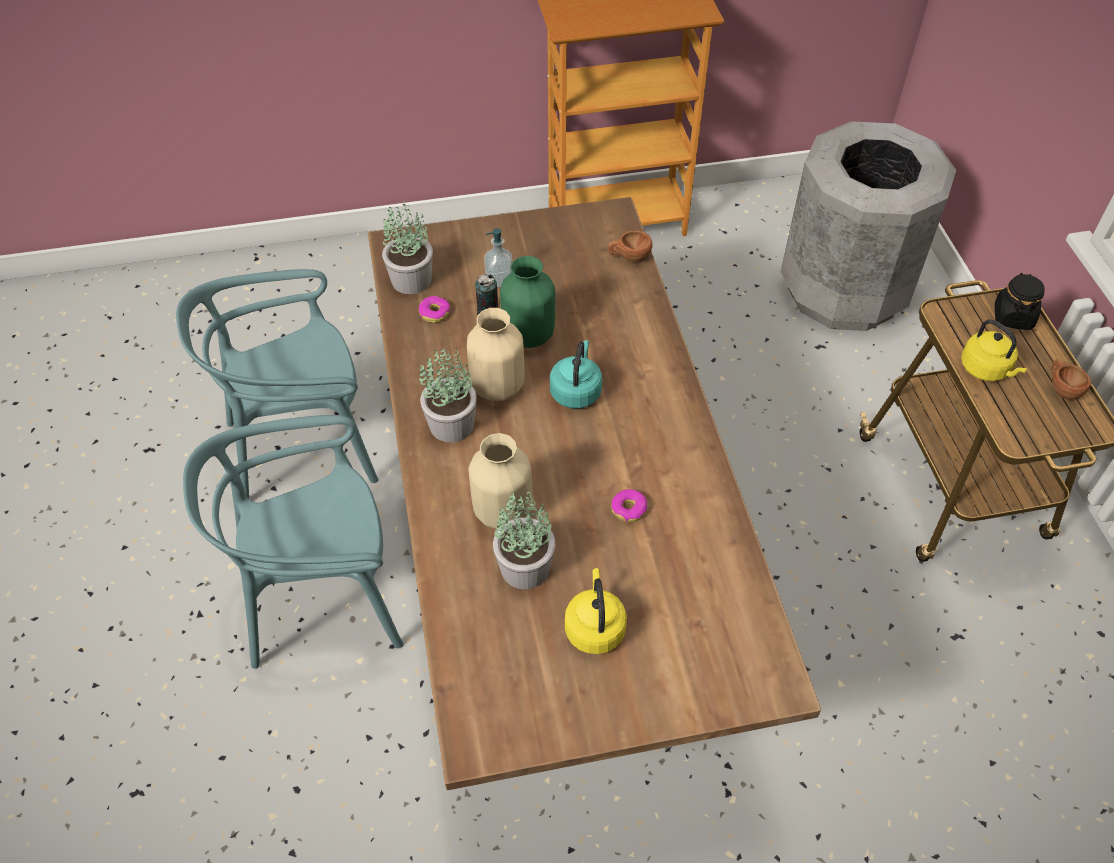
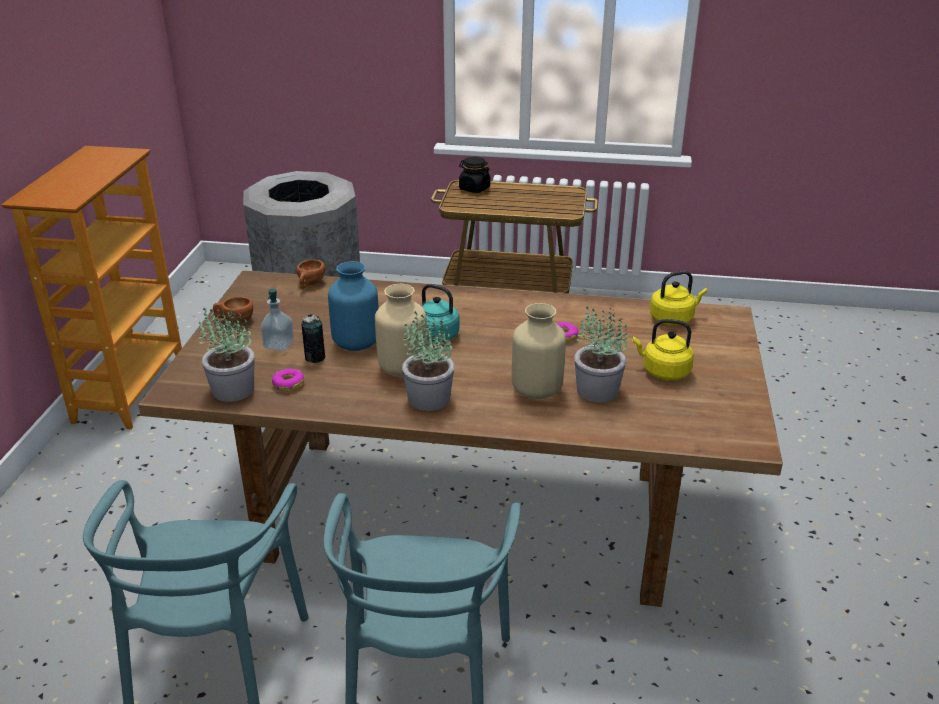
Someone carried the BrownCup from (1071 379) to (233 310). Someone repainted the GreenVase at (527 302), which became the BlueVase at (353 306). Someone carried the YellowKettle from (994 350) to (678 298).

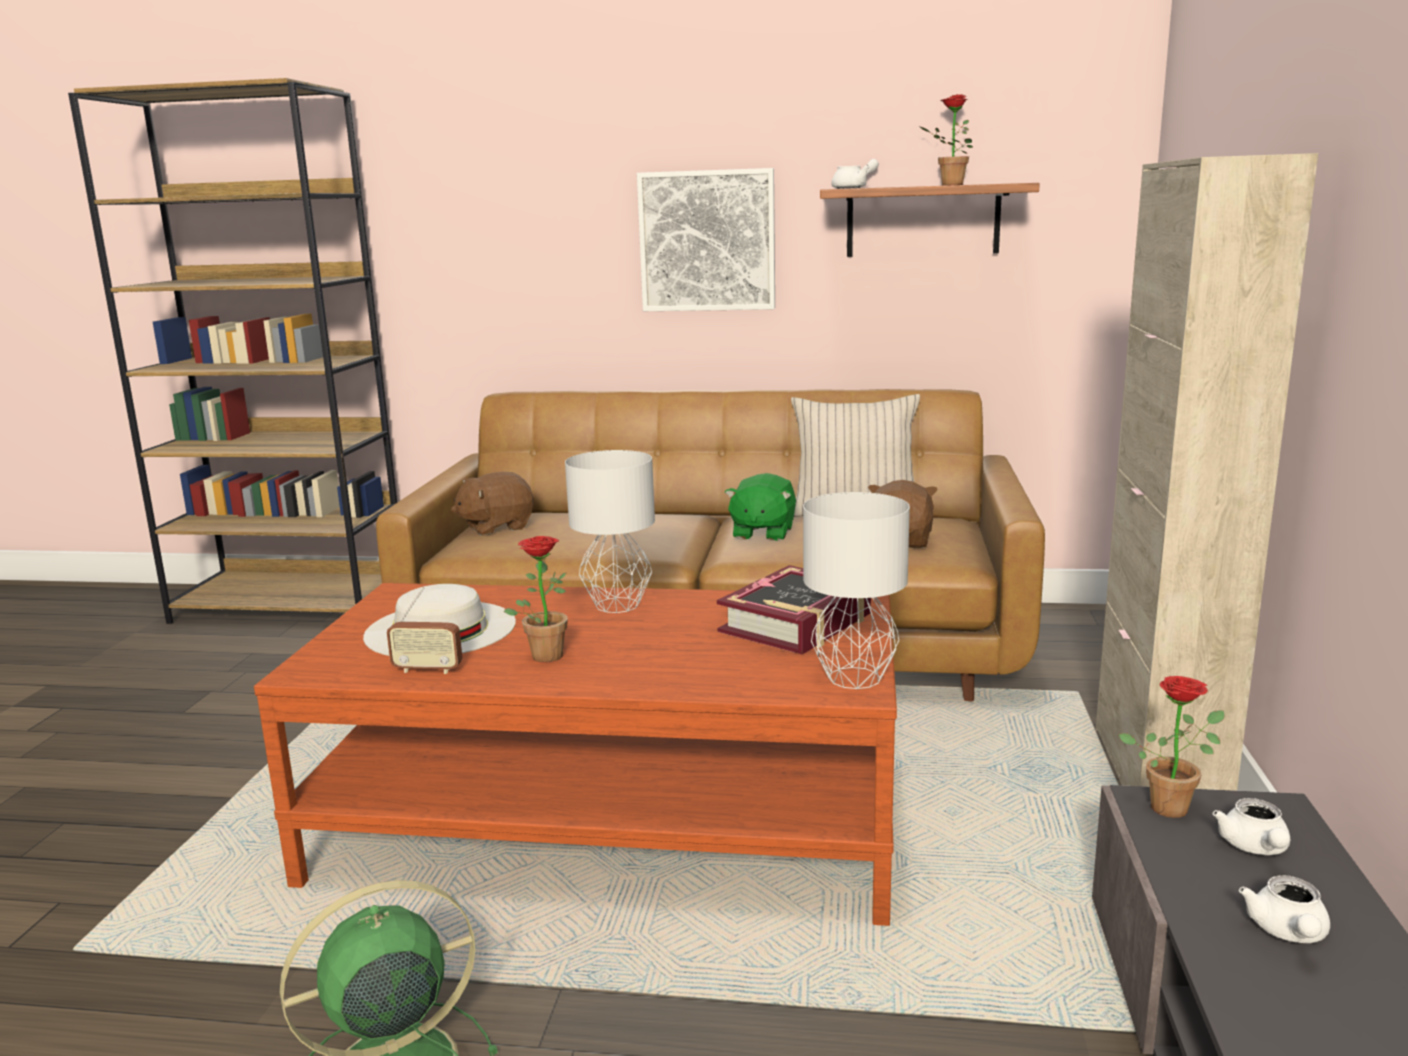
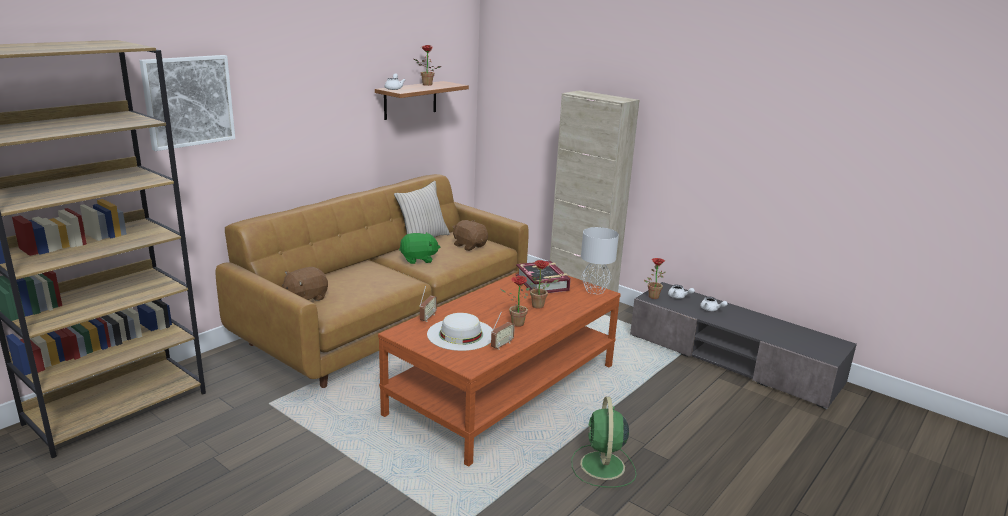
Someone carried the Picture from (706 239) to (187 103). Someone rotated the BrownPlushToy at (492 504) by 45 degrees clockwise. Someone rotated the GreenPlushToy at (760 507) by 60 degrees counterclockwise. Someone put down the Radio at (428 304). Someone put down the PottedPlant at (544 284). Someone took away the GreyTableLamp at (610 531).

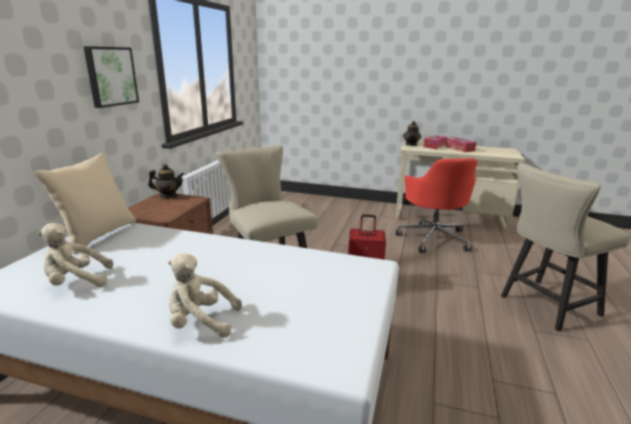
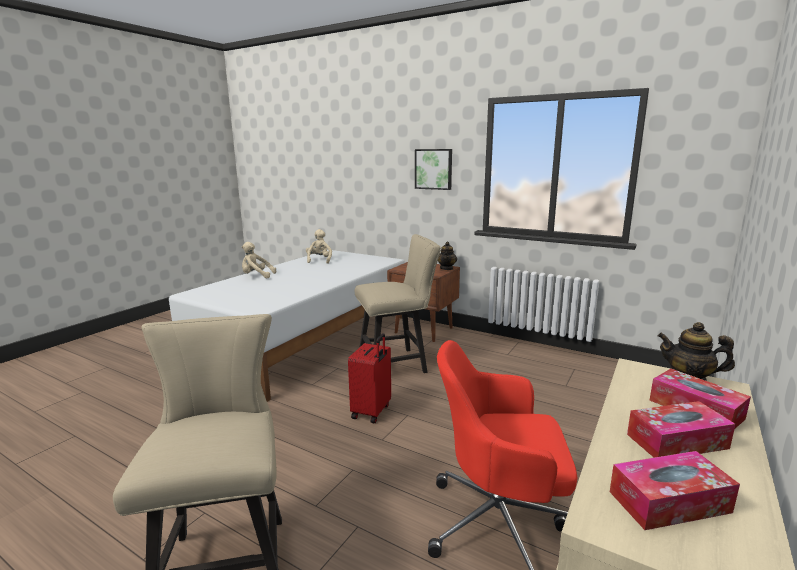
Someone rotated the BeigePlushToy at (205 295) by 105 degrees counterclockwise. Someone put down the TissueBox at (675 490). Someone took away the BeigePillow at (85 203).

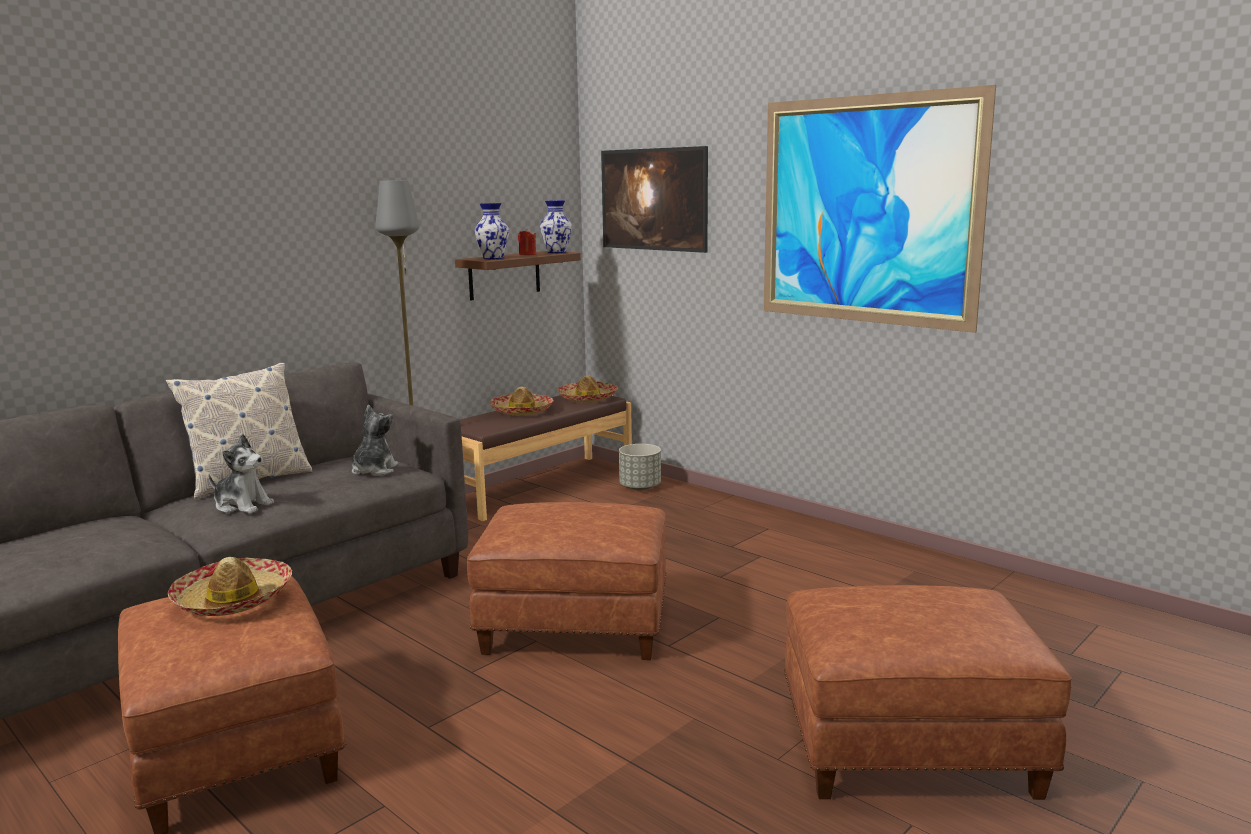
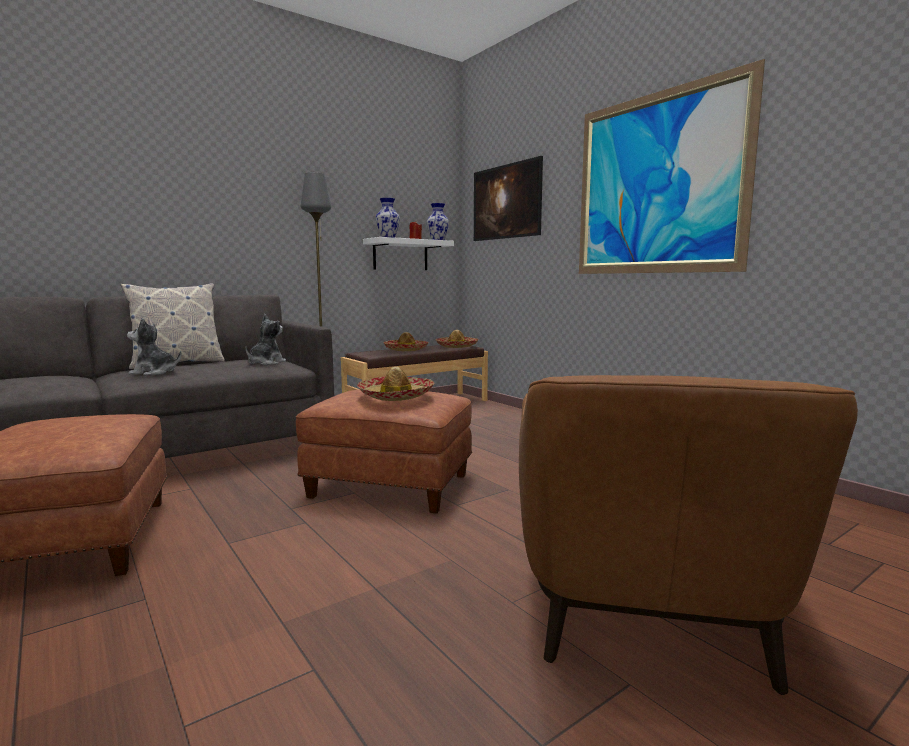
Someone rotated the PlushToy at (241 473) by 150 degrees clockwise. Someone carried the Hat from (230 586) to (395 384). Someone repainted the BrownShelf at (518 276), which became the WhiteShelf at (408 253). Someone swapped the BrownOttoman at (928 692) for the BrownArmchair at (688 535). Someone took away the GreyPlanter at (640 467).

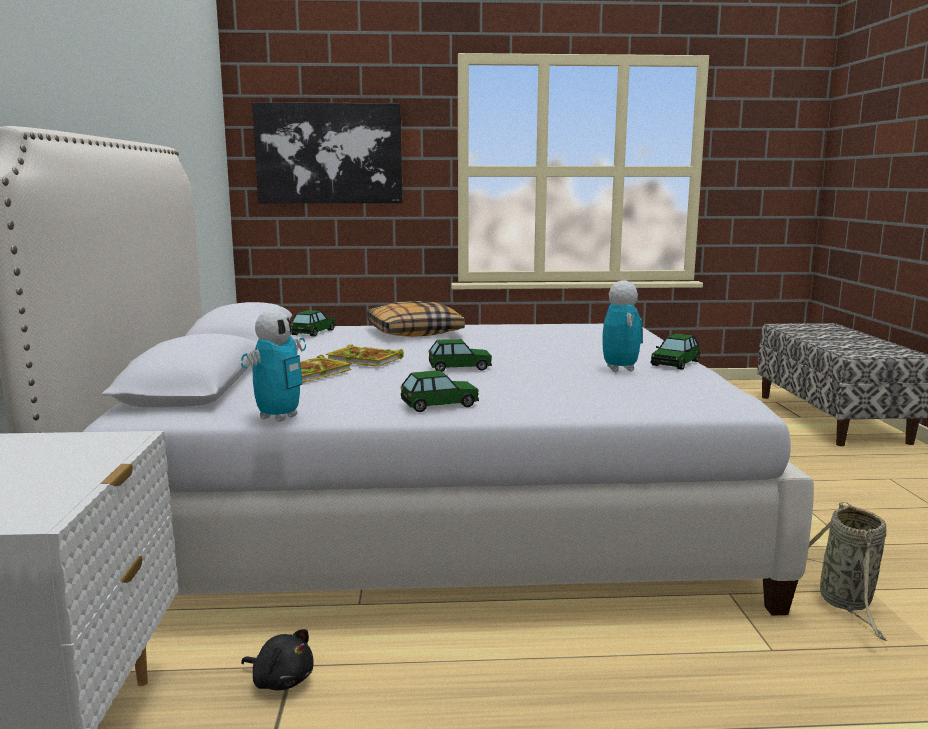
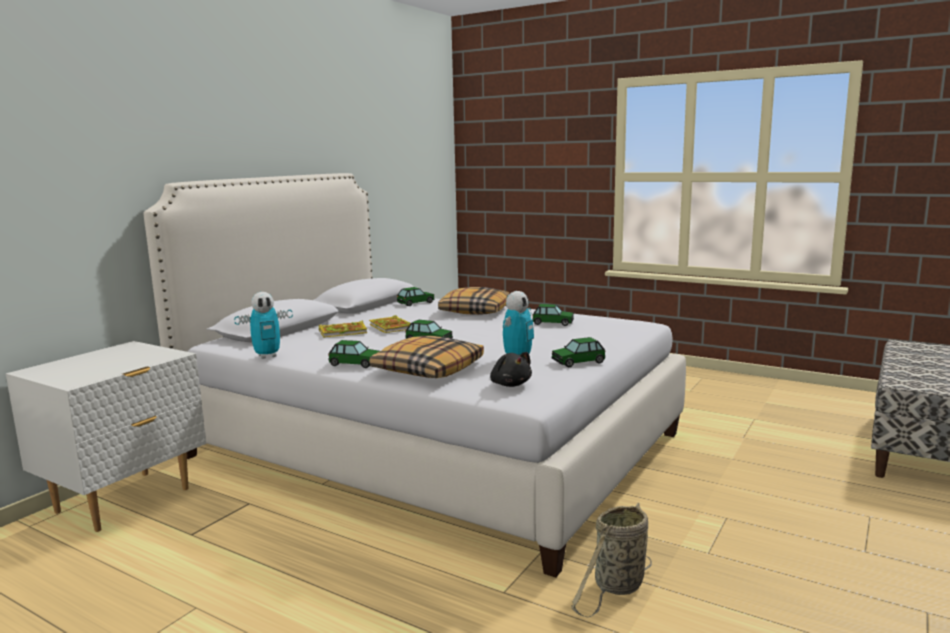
Someone put down the Pillow at (426 357). Someone carried the BlackPlushToy from (277 659) to (511 369). Someone put down the ToyCar at (553 315). Someone took away the Picture at (327 153).

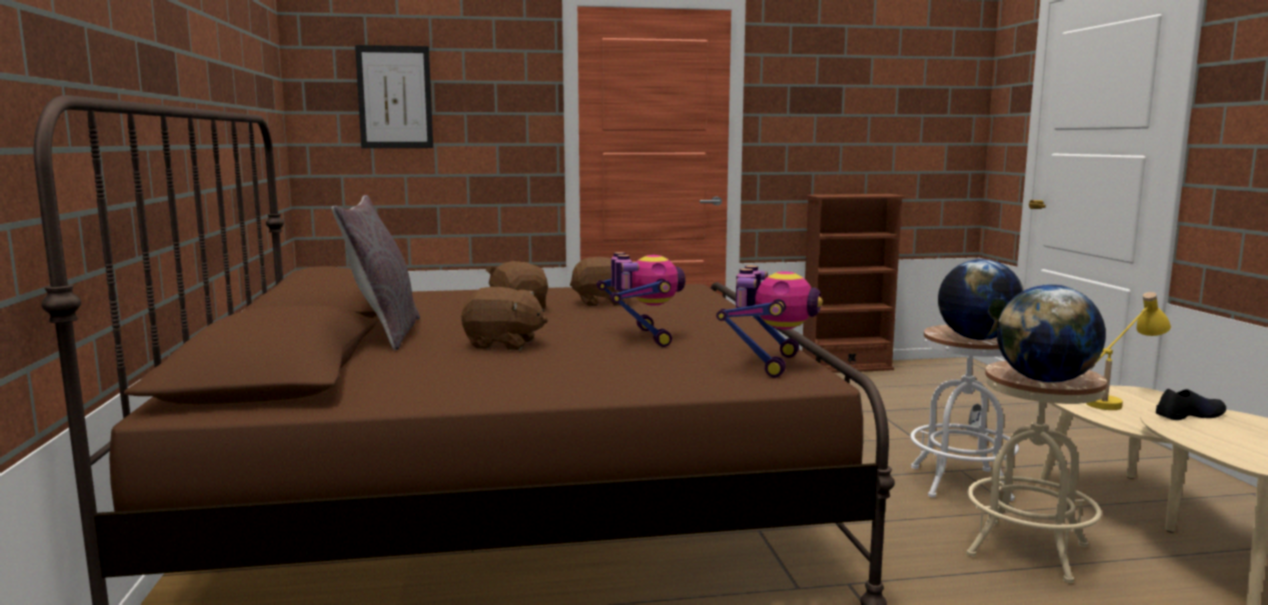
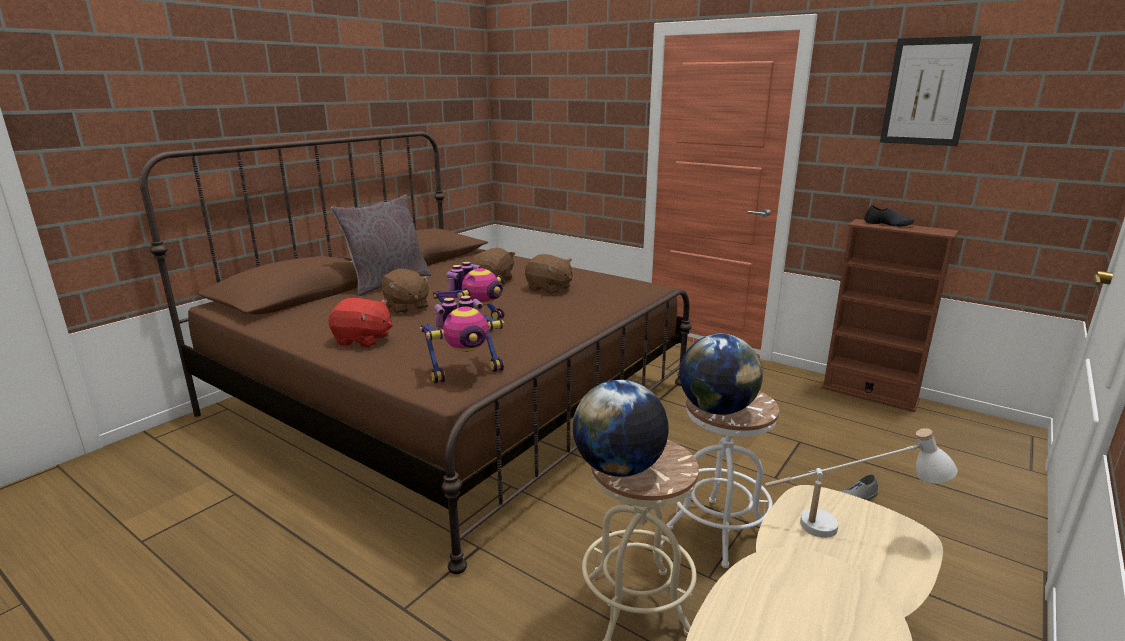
Someone put down the RedPlushToy at (361 323). Someone repainted the YellowTableLamp at (1128 351), which became the WhiteTableLamp at (861 483). Someone carried the BlackShoe from (1191 404) to (889 216). Someone carried the Picture from (394 96) to (930 91).

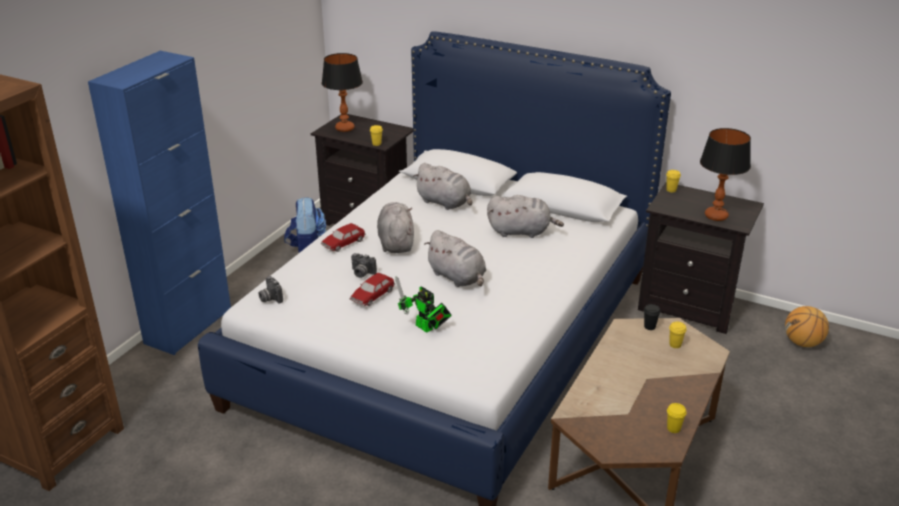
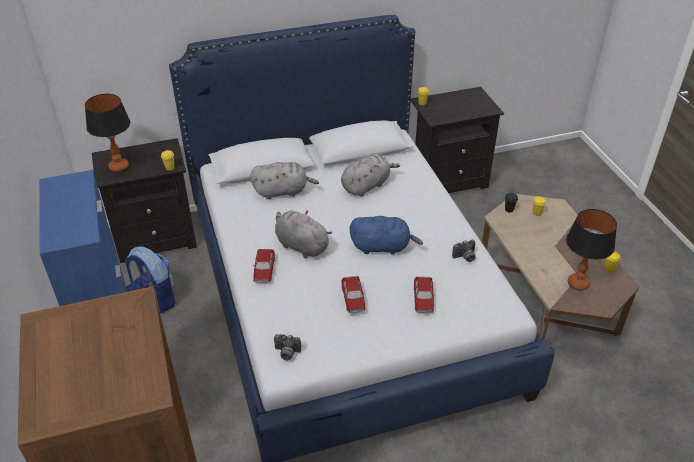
Someone repainted the GreyPlushToy at (455 258), which became the BluePlushToy at (386 235). Someone swapped the ToyRobot at (423 304) for the ToyCar at (424 295). Someone carried the PhotoCamera from (364 265) to (464 251). Someone carried the TableLamp from (725 174) to (591 250). Someone took away the Basketball at (807 326).

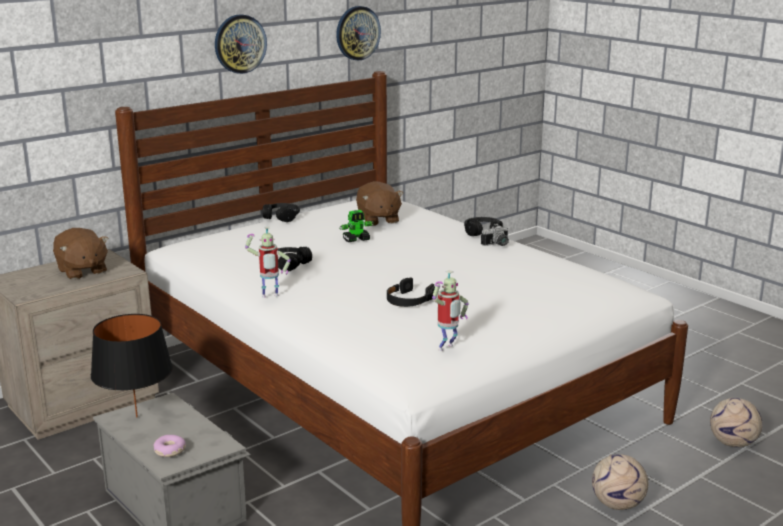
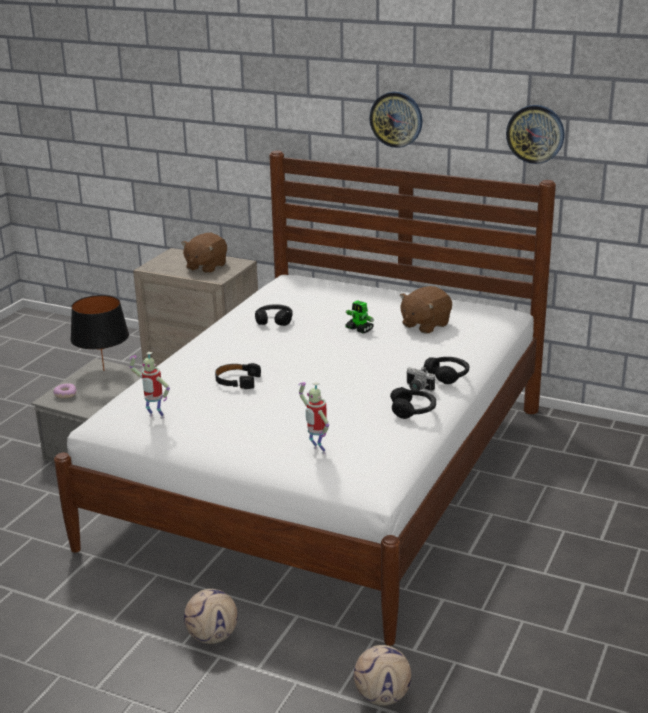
Someone carried the ToyRobot from (268 262) to (313 418). Someone carried the BlackHeadphones from (281 212) to (413 403).

